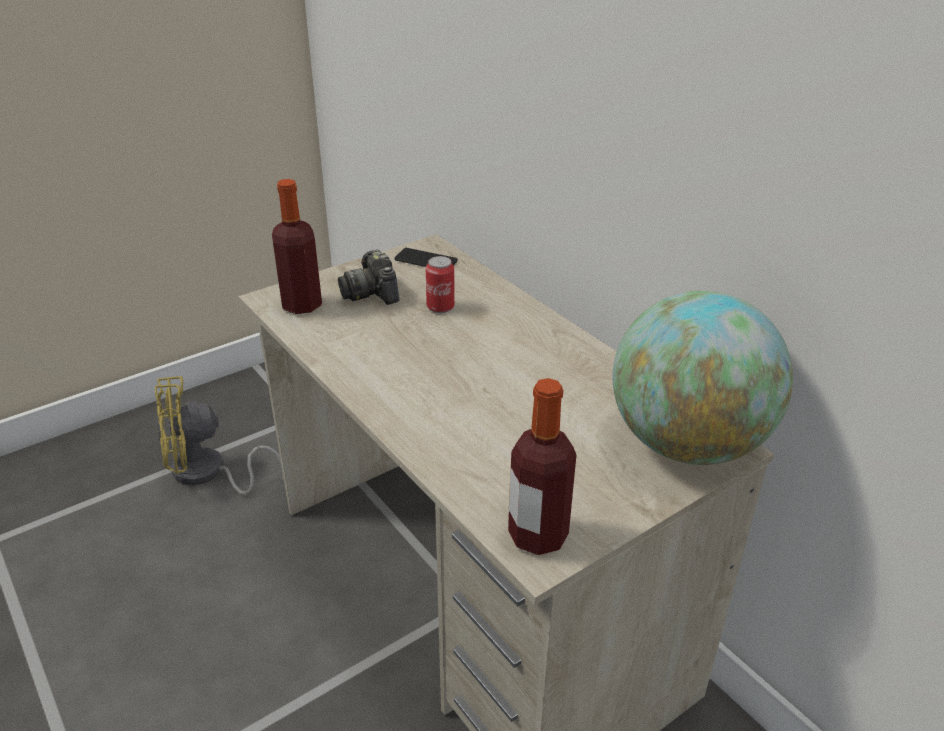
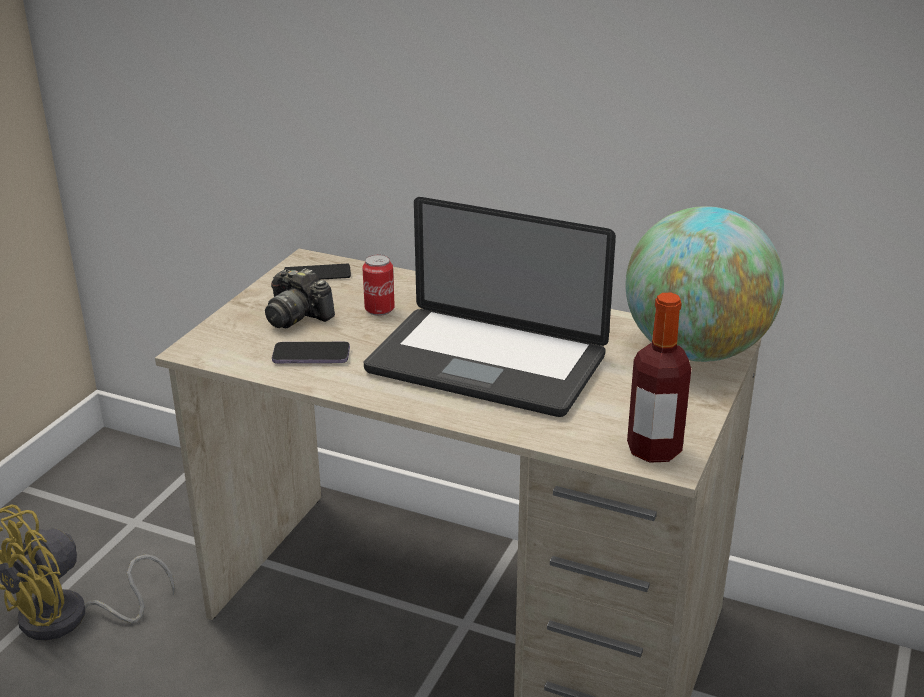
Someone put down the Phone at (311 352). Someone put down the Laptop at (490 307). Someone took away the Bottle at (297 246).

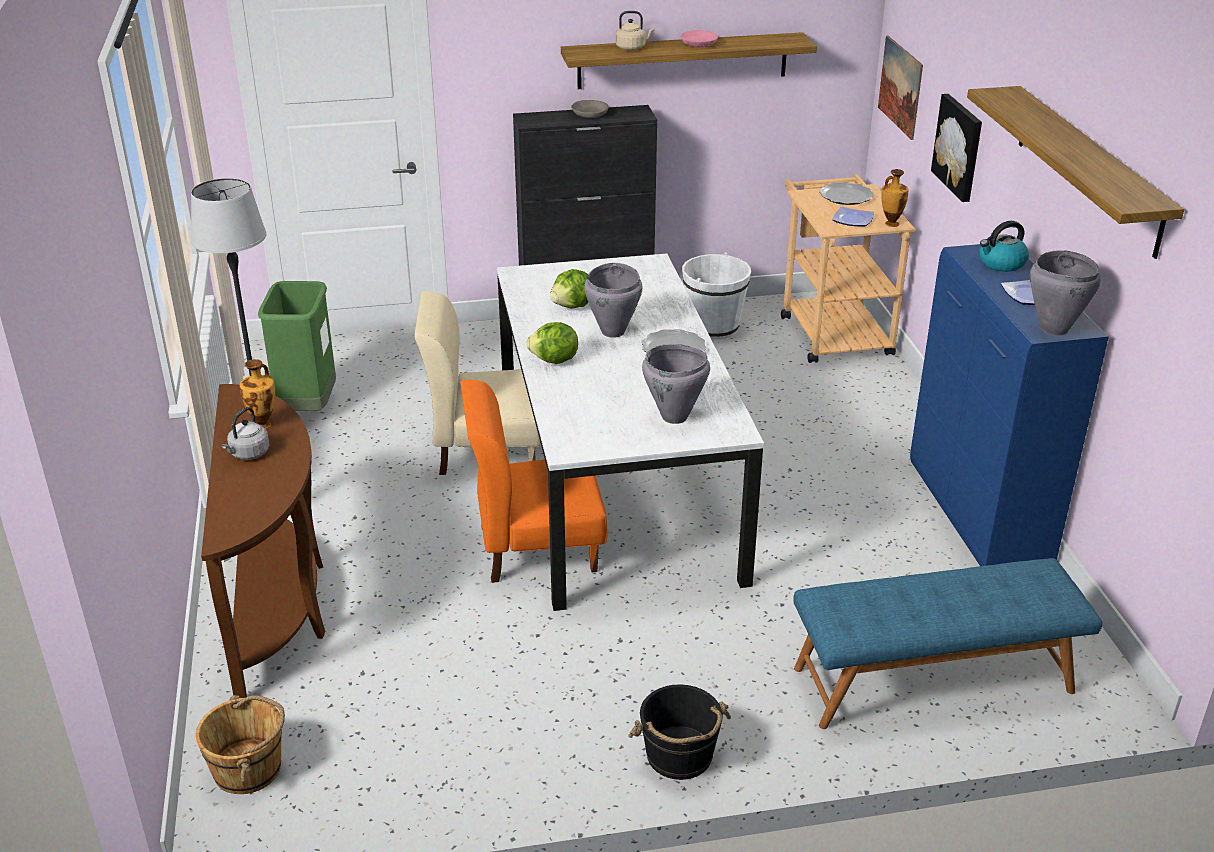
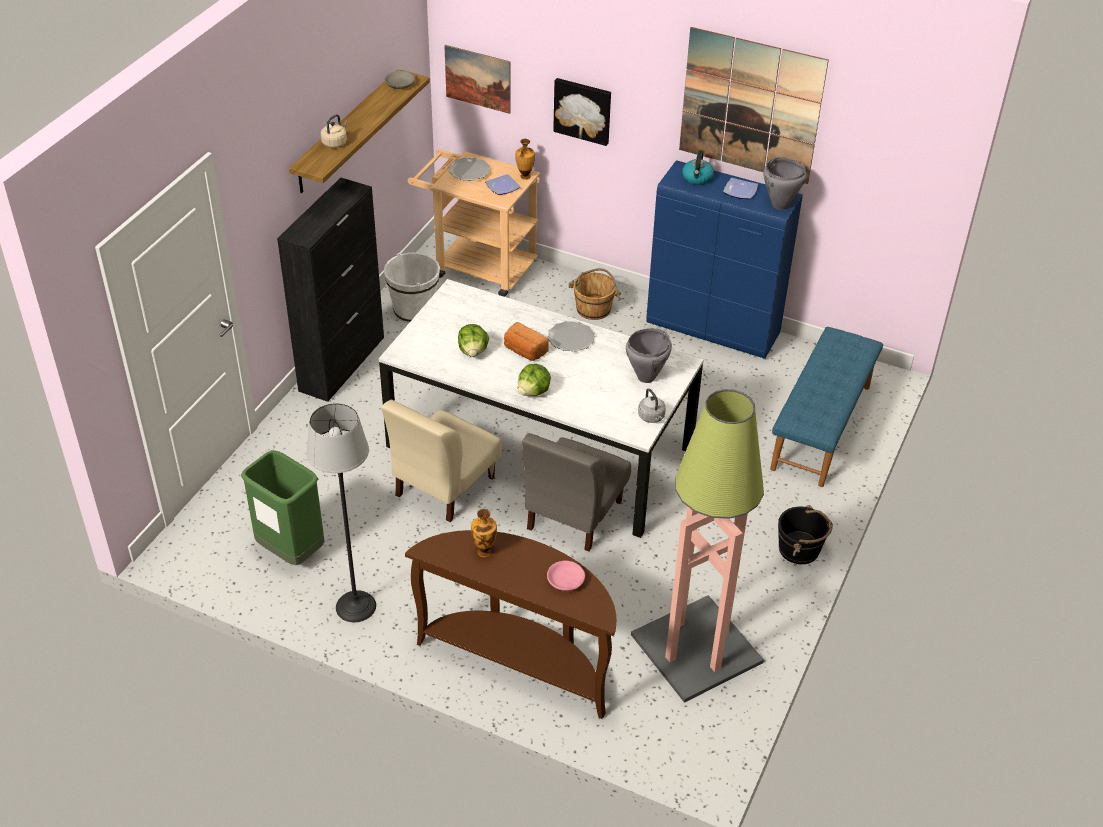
Someone carried the GreyBowl from (590 109) to (400 80). Someone swapped the GreyCookingPot at (613 300) for the Bread at (526 341). Someone repainted the OrangeChair at (534 481), which became the GreyChair at (576 492). Someone carried the PinkBowl from (699 38) to (566 576). Someone carried the BrownBucket from (240 744) to (594 294). Someone put down the FloorLamp at (697 546). Someone carried the GreyKettle from (245 433) to (652 405). Someone swapped the Shelf at (1075 172) for the Picture at (754 105).

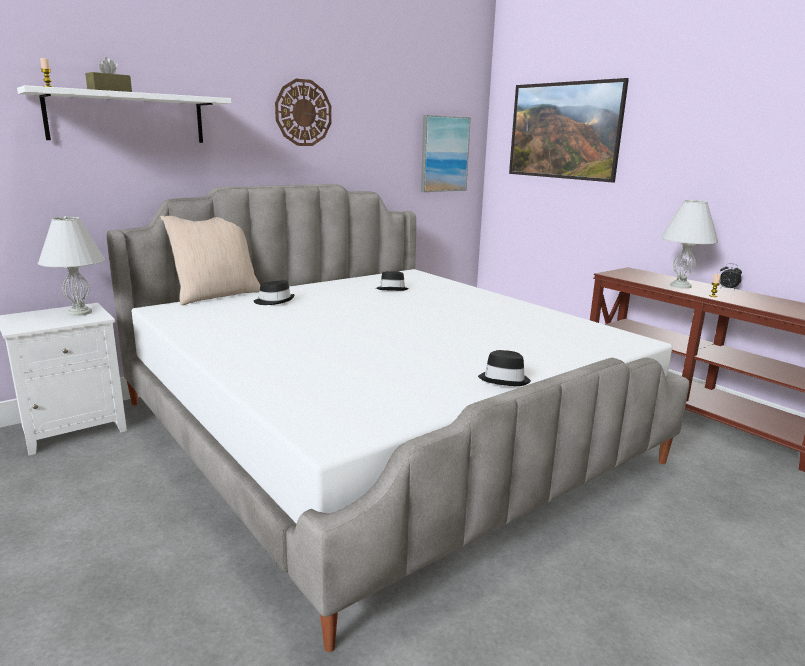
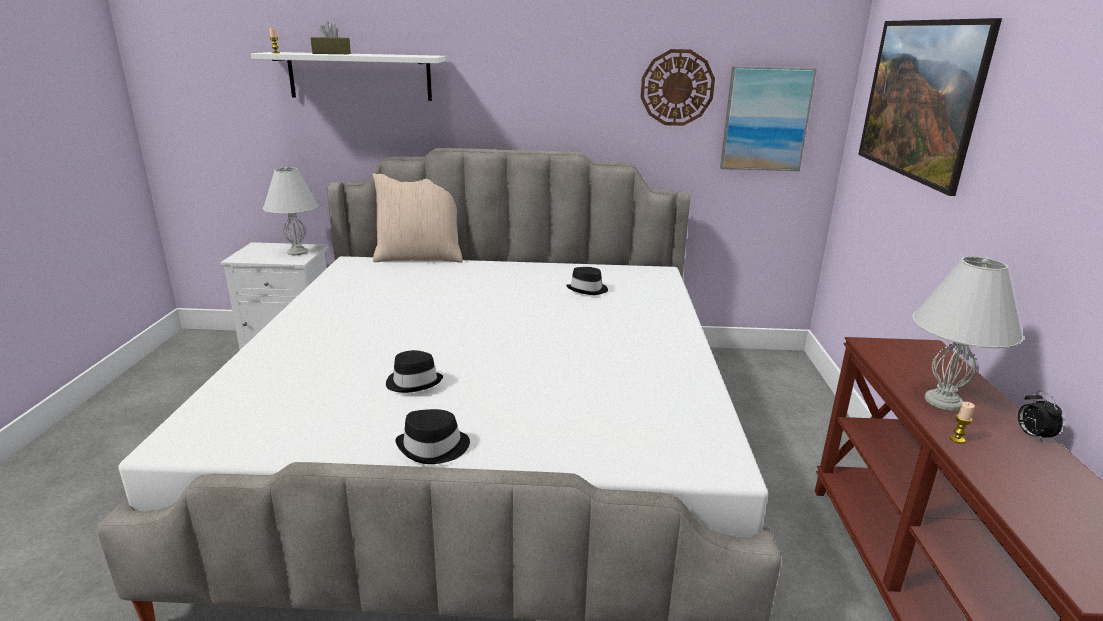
Someone carried the BlackHat from (274 292) to (414 371). Someone carried the WallClock from (303 112) to (678 87).

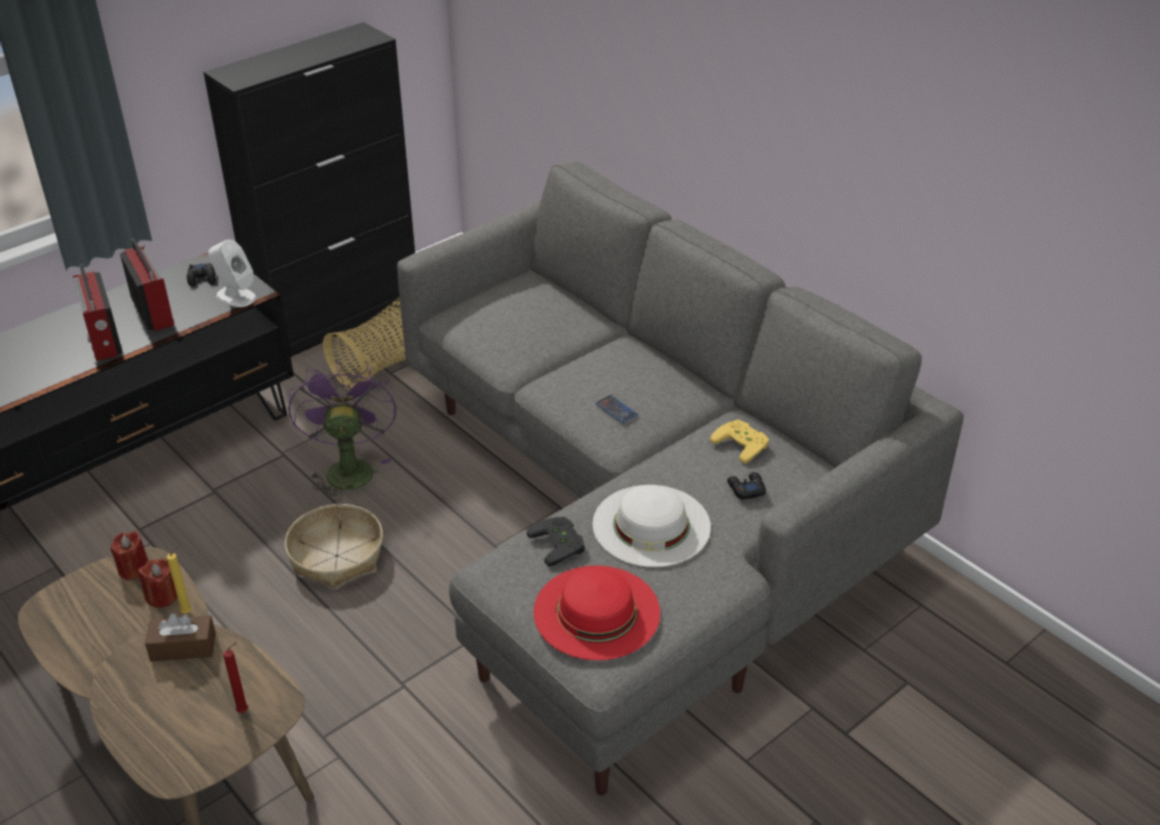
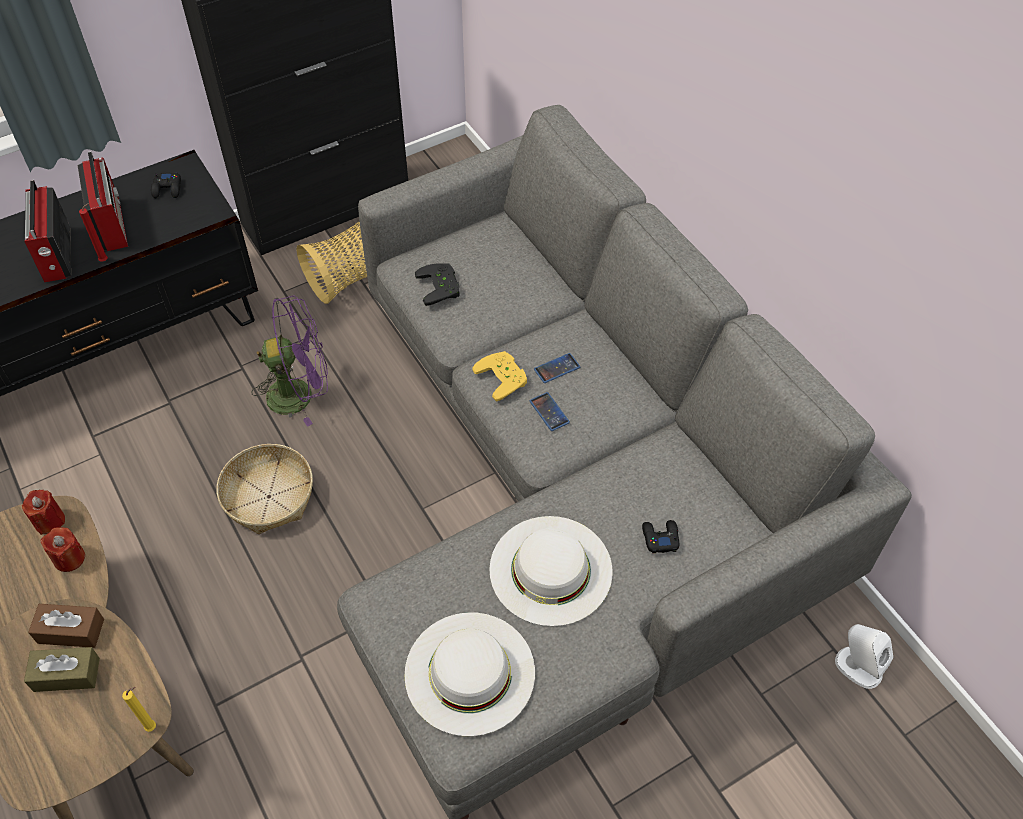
Someone put down the BrownTissueBox at (62 669). Someone carried the RedCandle from (235 677) to (93 232). Someone carried the YellowCandle from (179 580) to (139 709). Someone rotated the PurpleFan at (342 431) by 75 degrees clockwise. Someone repainted the RedHat at (597 612), which became the WhiteHat at (470 674). Someone carried the BlackGameController from (556 541) to (437 284). Someone carried the YellowGameController from (739 442) to (499 376). Someone put down the Phone at (557 368). Someone carried the WhiteSpeaker from (232 273) to (864 656).

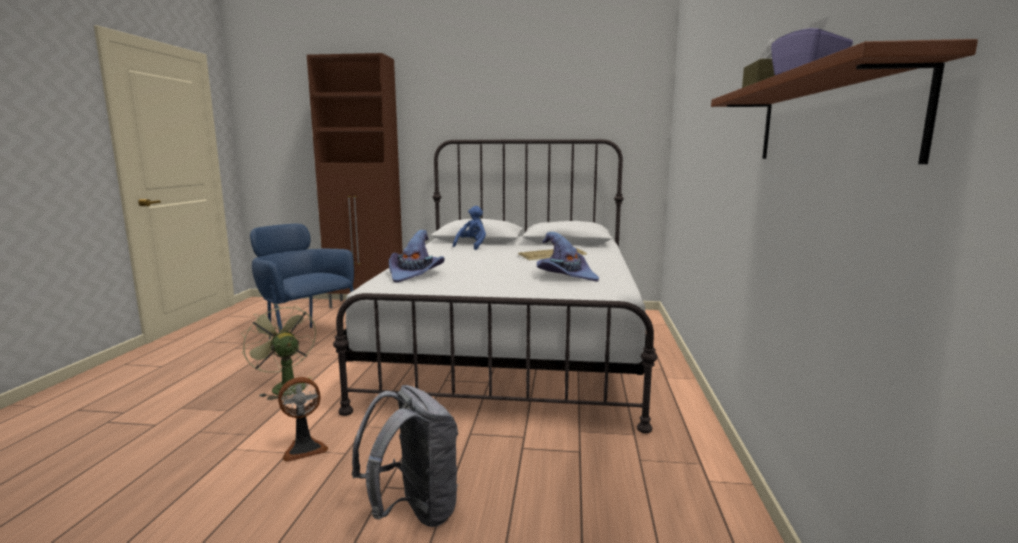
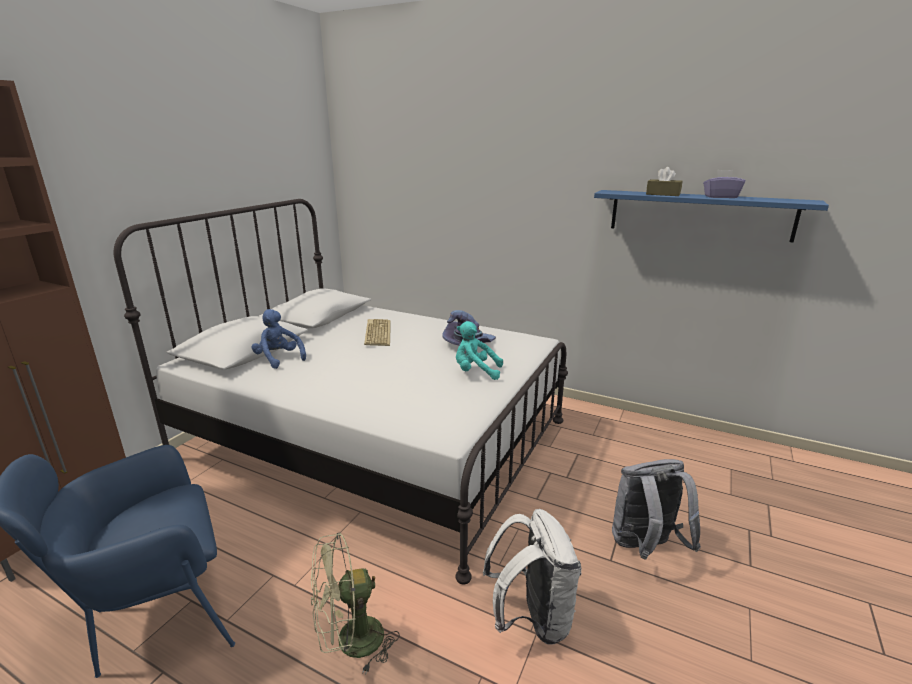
Someone put down the TurquoisePlushToy at (479 350). Someone swapped the Fan at (303 419) for the WhiteBackpack at (532 576). Someone repainted the BrownShelf at (844 101), which became the BlueShelf at (711 216). Someone took away the PurpleHat at (417 256).

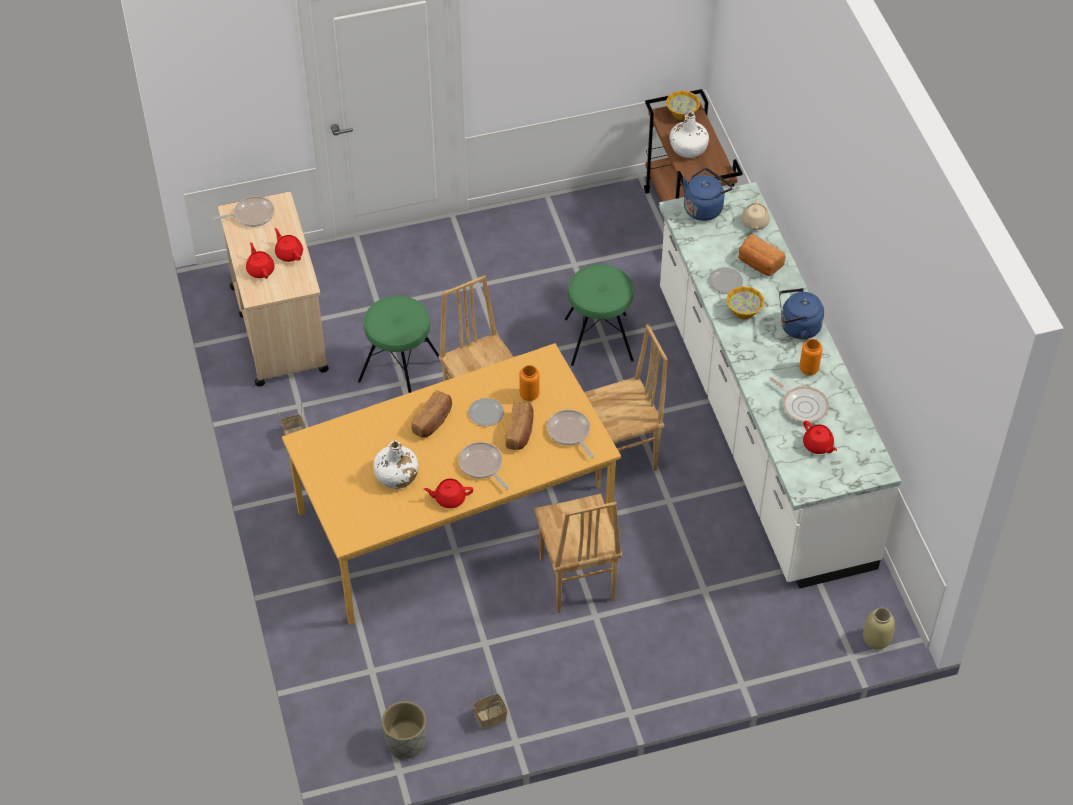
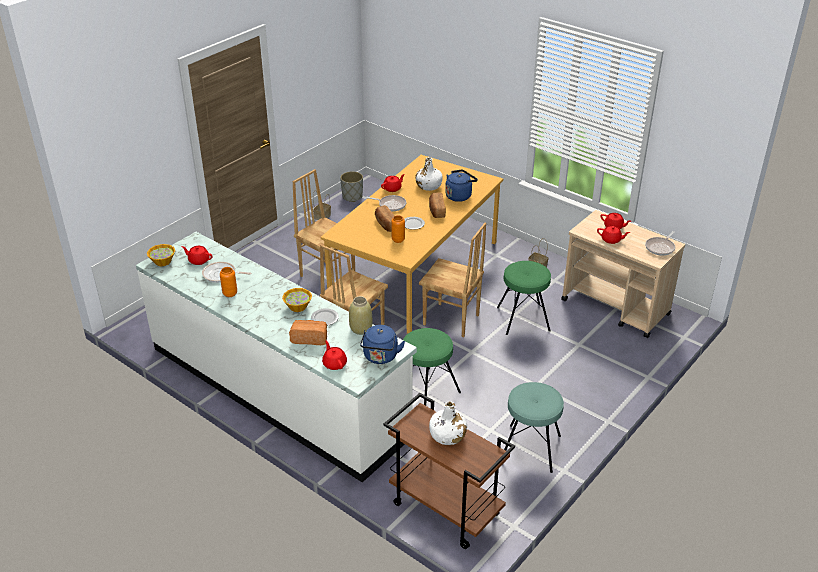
Someone carried the Bowl from (683 105) to (161 255). Someone repainted the BeigeTeapot at (755 214), which became the RedTeapot at (334 355). Someone carried the BeigeVase from (879 629) to (360 315). Someone carried the BlueKettle from (801 313) to (461 186). Someone put down the TurquoiseStool at (534 427). Someone took away the FryingPan at (570 434).

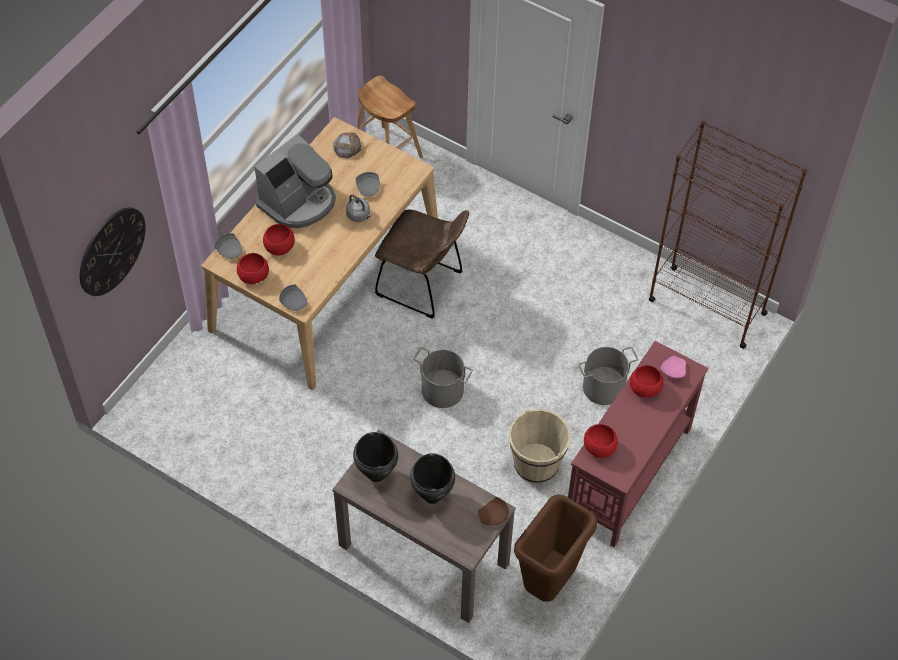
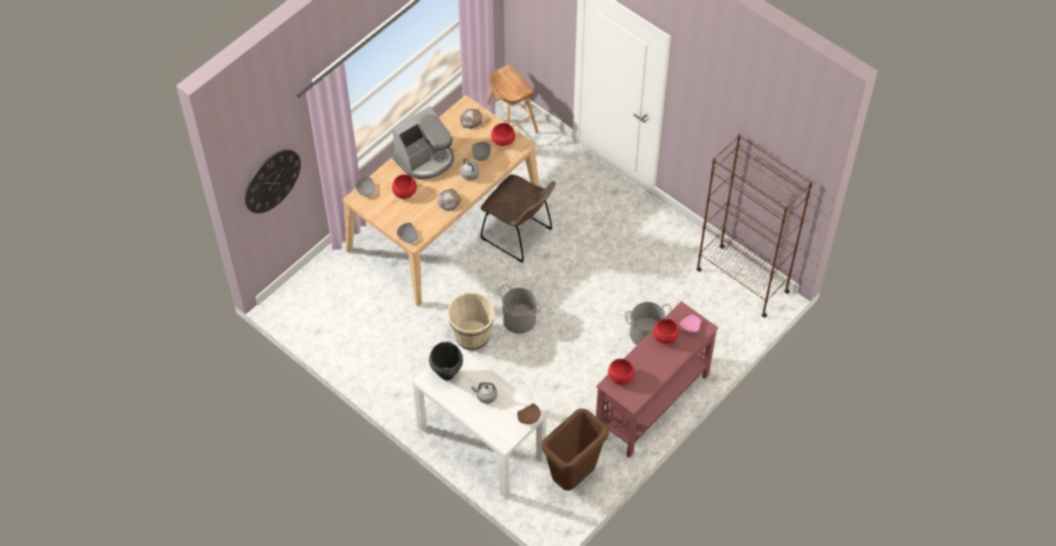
Someone repainted the BrownConsoleTable at (424 526), which became the WhiteConsoleTable at (479 420). Someone put down the Bread at (449 199). Someone carried the BeigeBucket from (540 446) to (471 321). Someone swapped the BlackCookingPot at (432 478) for the GreyKettle at (484 393). Someone carried the RedBowl from (253 268) to (503 134).

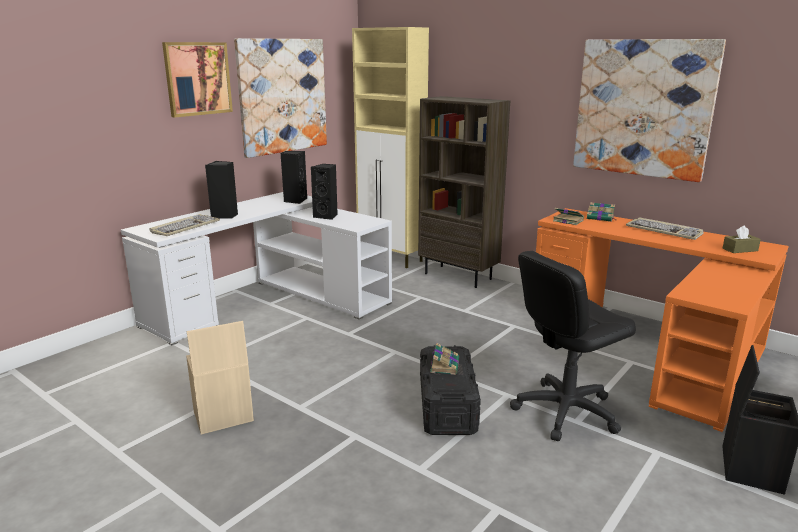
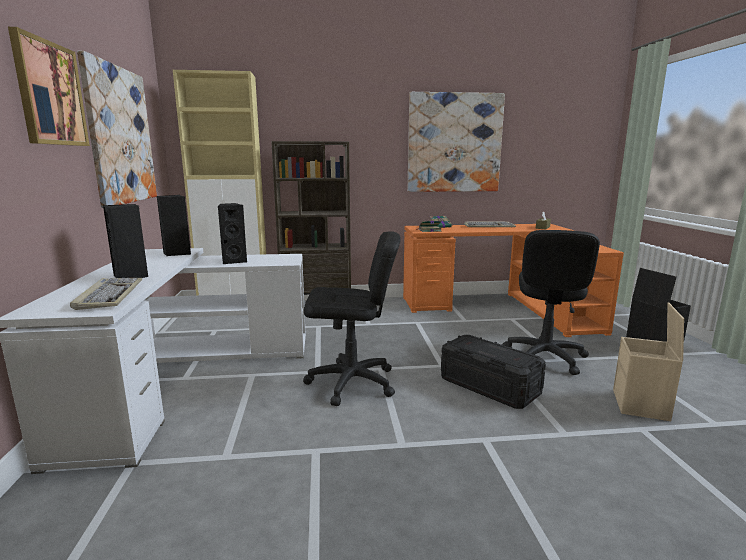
Someone put down the BlackOfficeChair at (352 318). Someone carried the BeigeStorageBox from (220 377) to (648 361). Someone took away the Book at (444 359).

